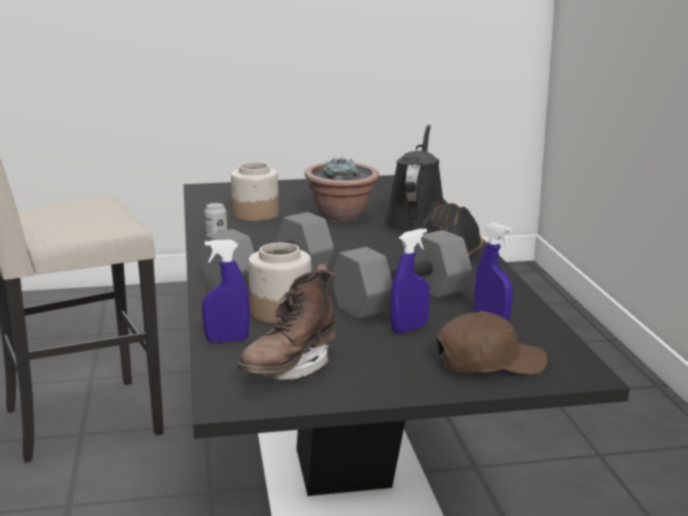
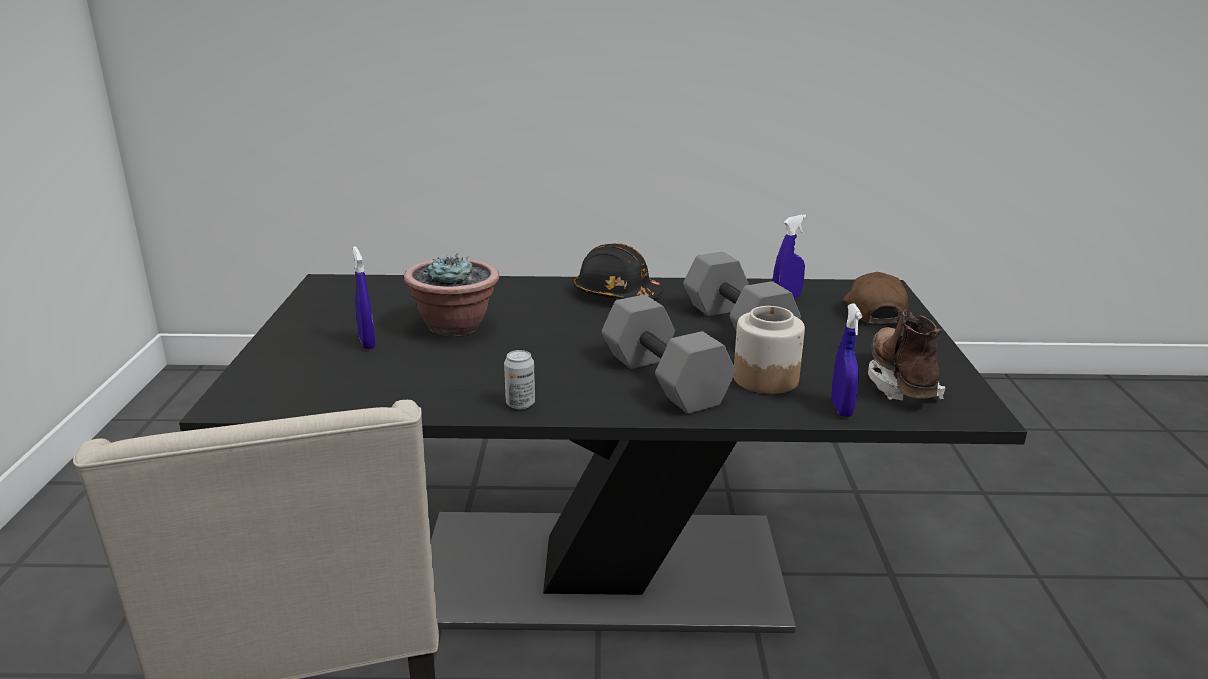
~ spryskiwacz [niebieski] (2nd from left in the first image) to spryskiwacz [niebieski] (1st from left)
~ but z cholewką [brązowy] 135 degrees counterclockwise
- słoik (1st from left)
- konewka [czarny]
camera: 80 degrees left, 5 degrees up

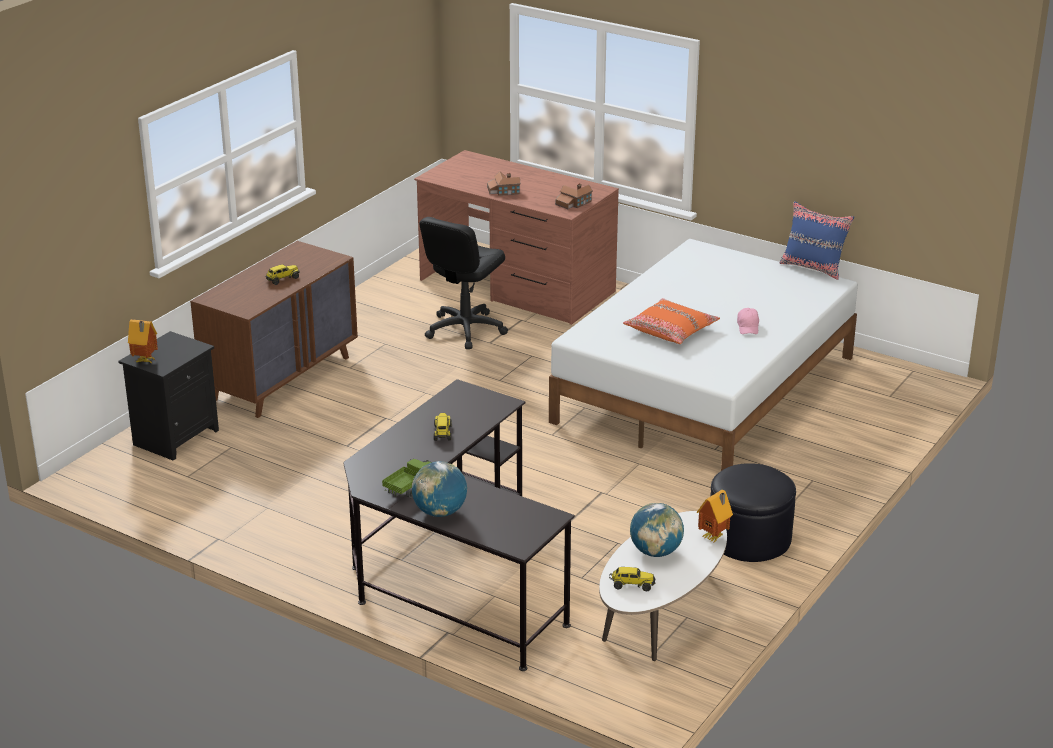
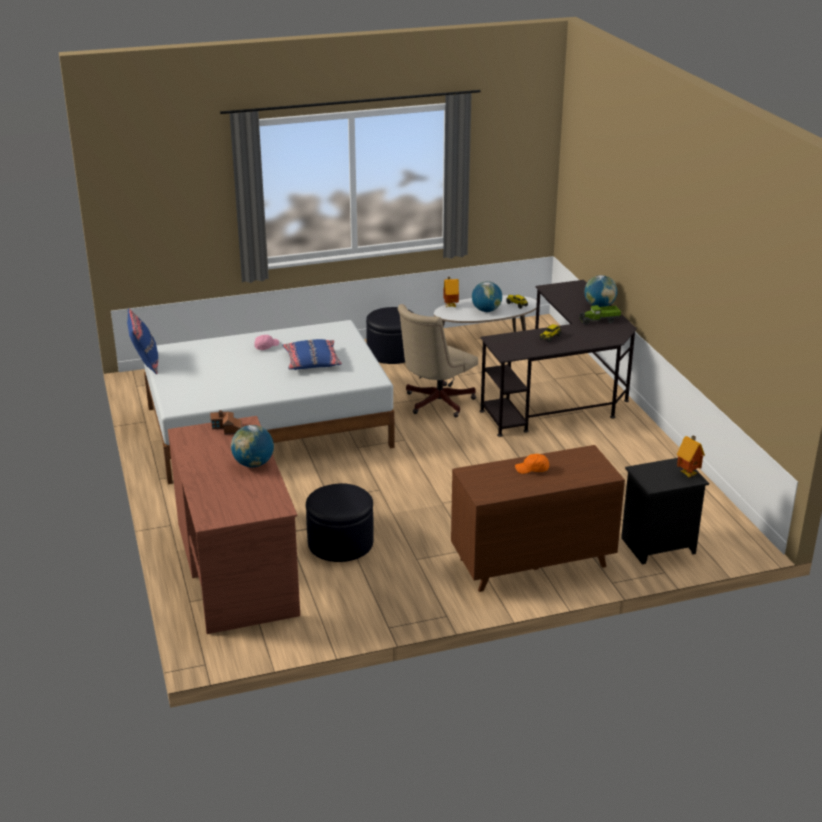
~ domek (2nd from left) to globus (1st from left)
~ poduszka [pomarańczowy] to poduszka [niebieski] (2nd from left)
~ krzesło biurowe [czarny] to pufa [czarny] (1st from left)
+ krzesło biurowe [beżowy]
~ ciężarówka zabawkowa (1st from left) to czapka z daszkiem [pomarańczowy]
camera: 140 degrees left, 0 degrees up

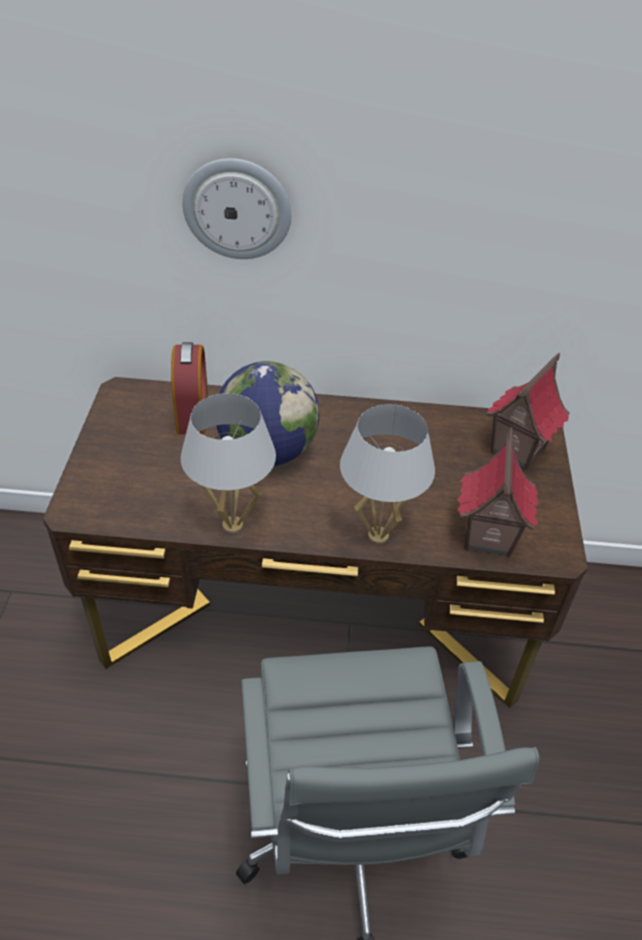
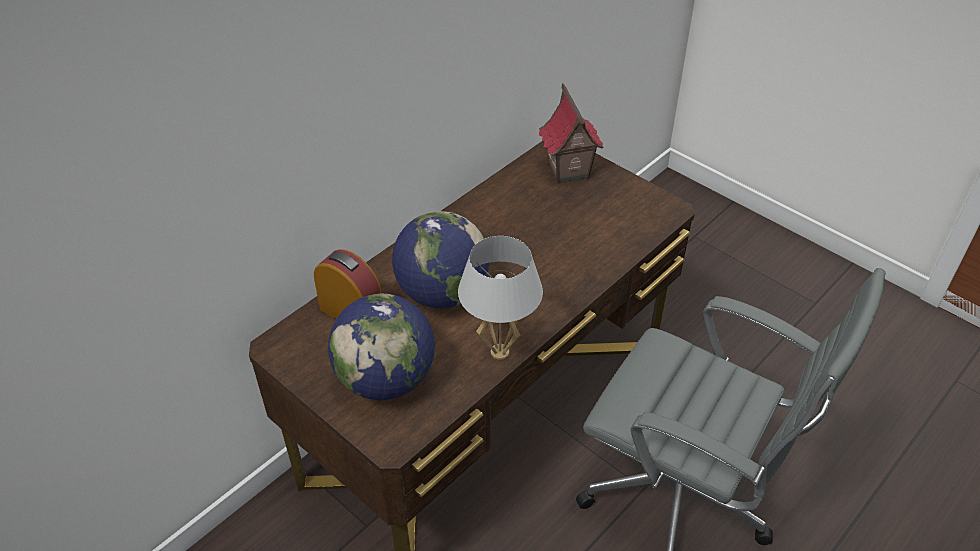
+ globus (1st from left)
- zegar ścienny
- lampa stołowa [biały] (2nd from left)
- domek (1st from left)
camera: 50 degrees left, 0 degrees up

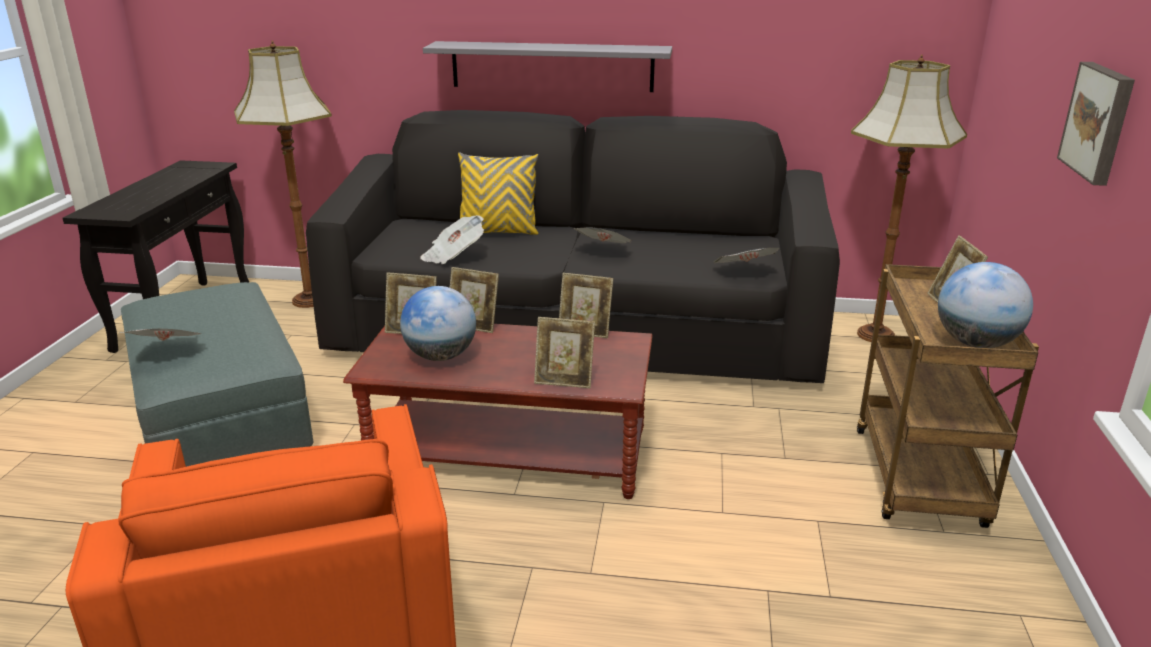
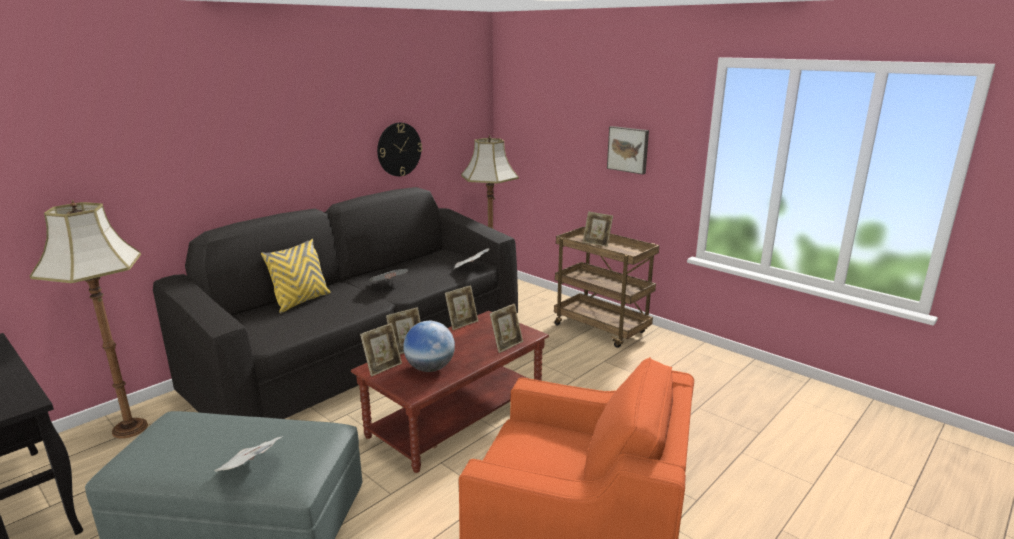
+ zegar ścienny
- gazeta (2nd from left)
- półka [szary]
- globus (2nd from left)
camera: 55 degrees left, 5 degrees down

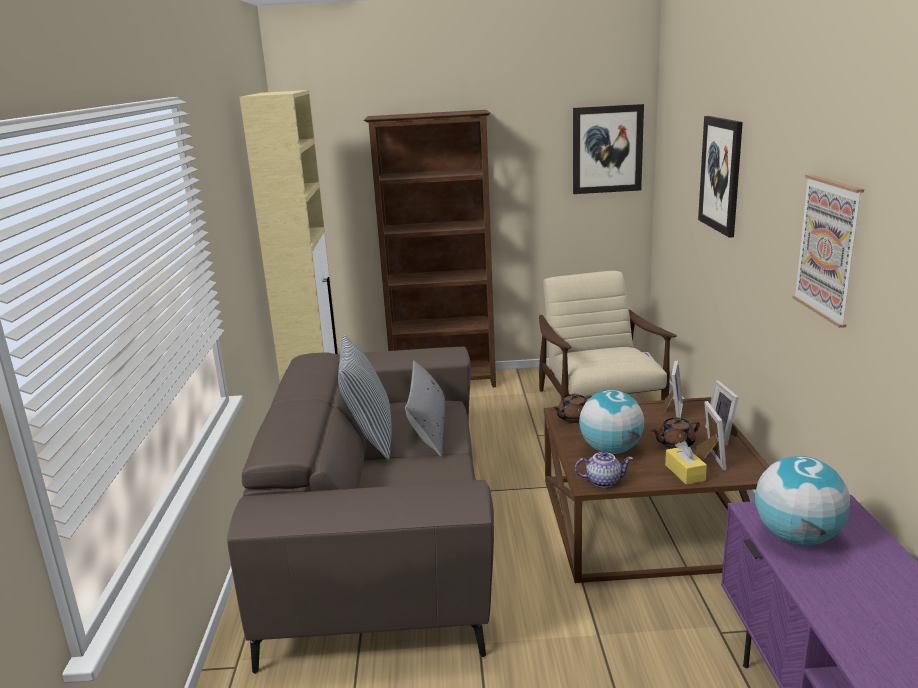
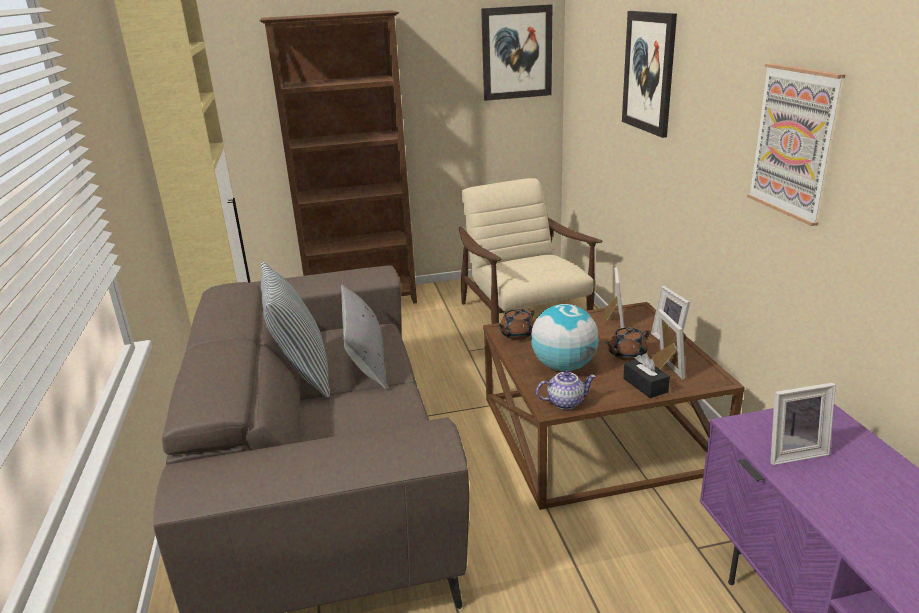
~ pudełko chusteczek [żółty] to pudełko chusteczek [czarny]
~ globus (2nd from left) to ramka na zdjęcie (4th from left)
camera: 10 degrees left, 5 degrees up

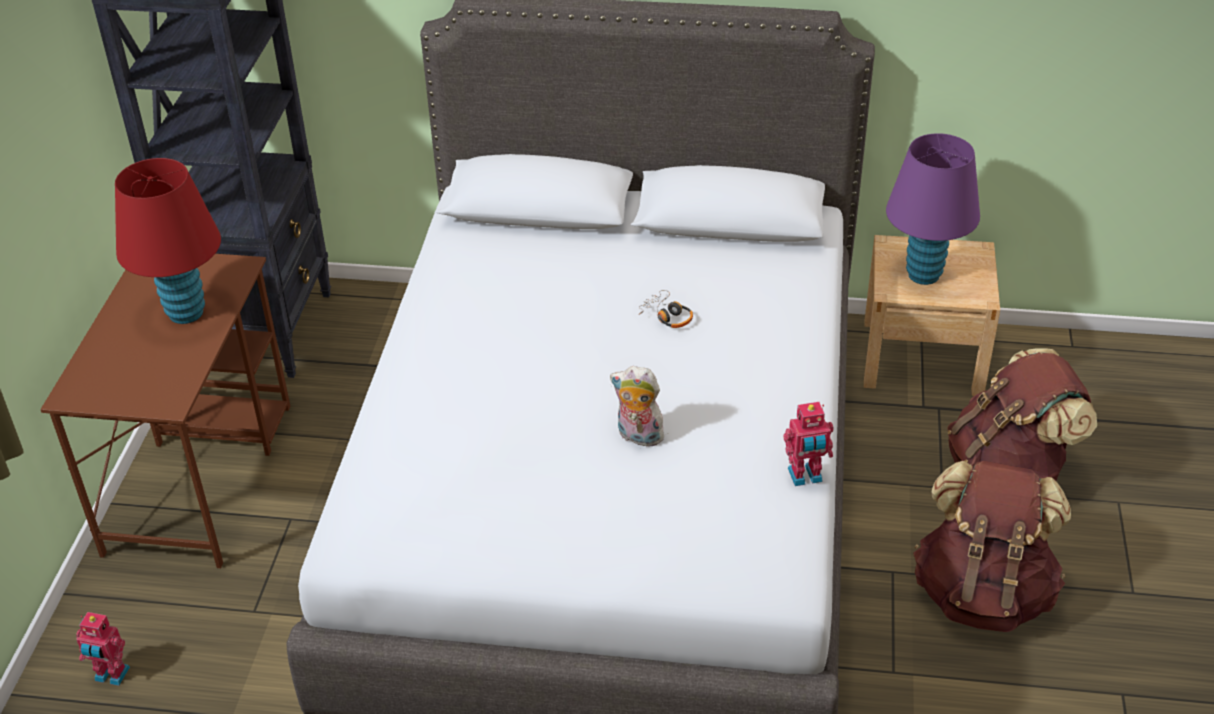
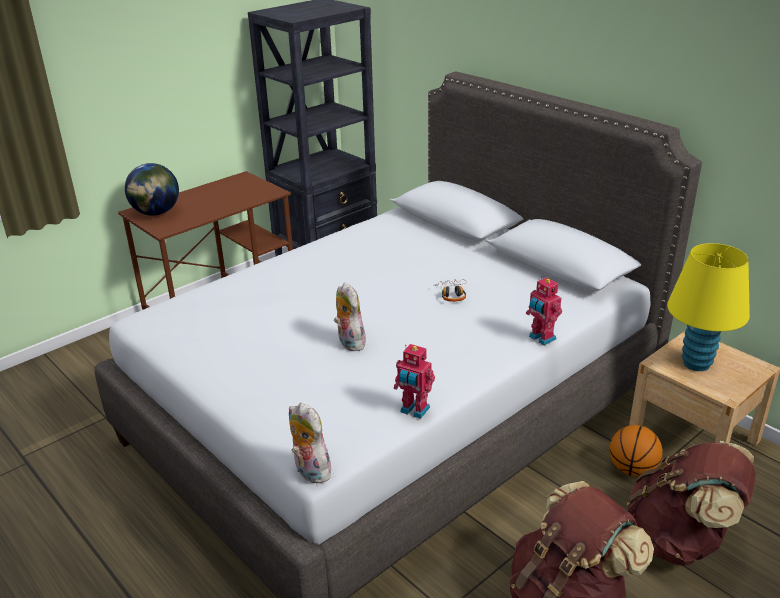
+ globus
+ pluszak (1st from left)
~ robot zabawkowy (1st from left in the first image) to robot zabawkowy (2nd from left)
+ piłka do koszykówki
~ lampa stołowa [fioletowy] to lampa stołowa [żółty]
- lampa stołowa [czerwony]
camera: 40 degrees right, 10 degrees down

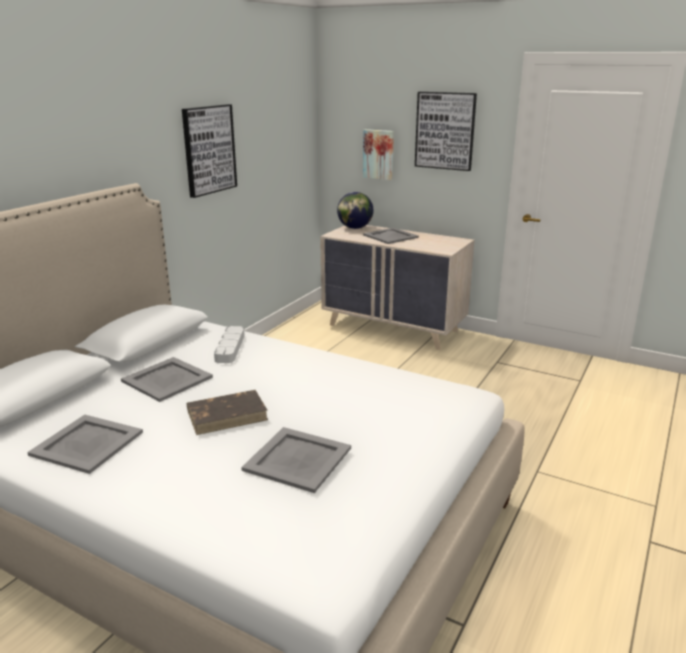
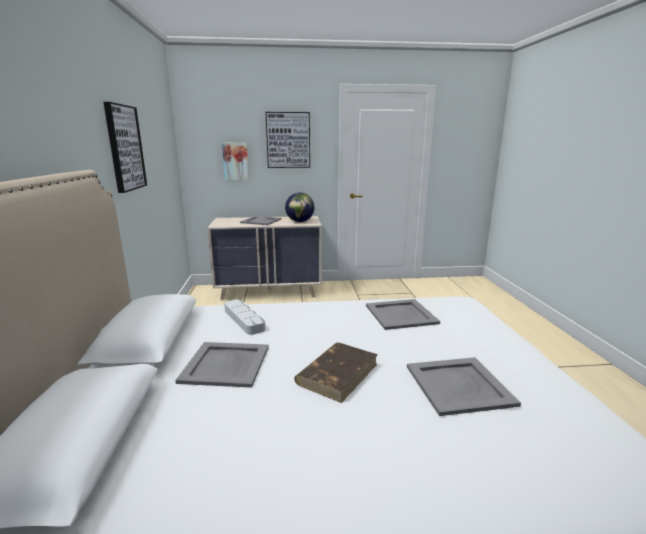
~ globus
~ taca [szary] (1st from left in the first image) to taca [szary] (4th from left)
camera: 35 degrees left, 5 degrees down

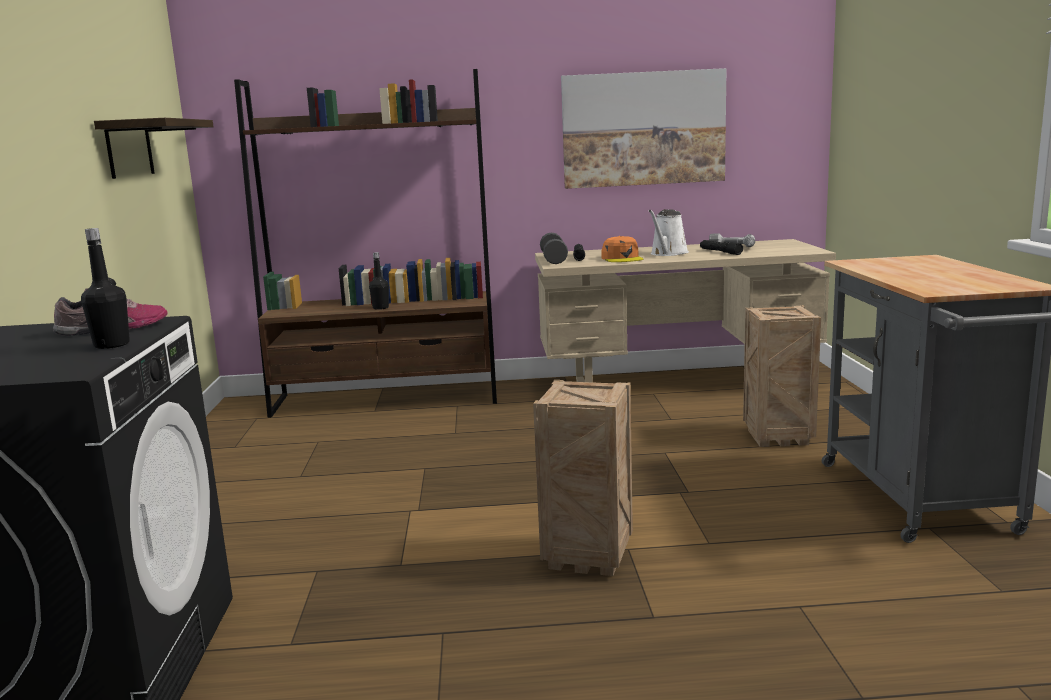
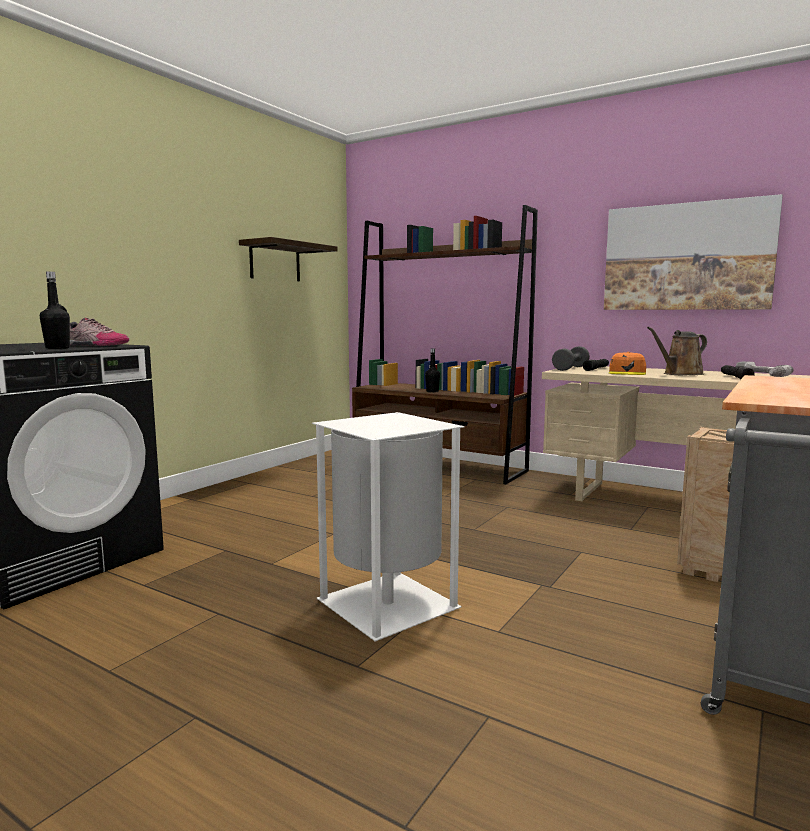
~ skrzynka (1st from left) to kosz na śmieci [biały]
~ konewka [biały] to konewka [brązowy]
camera: 35 degrees right, 5 degrees down

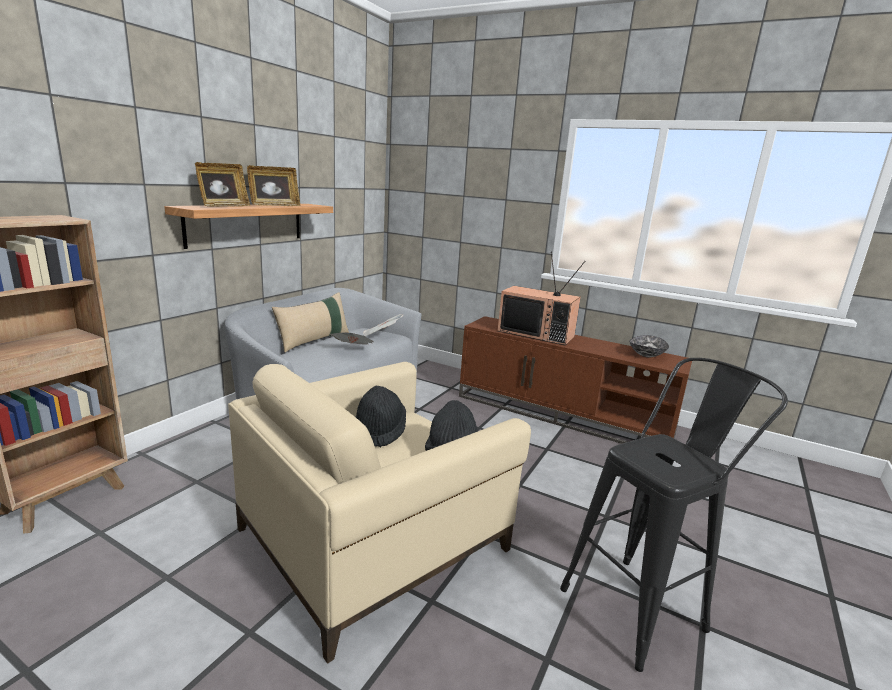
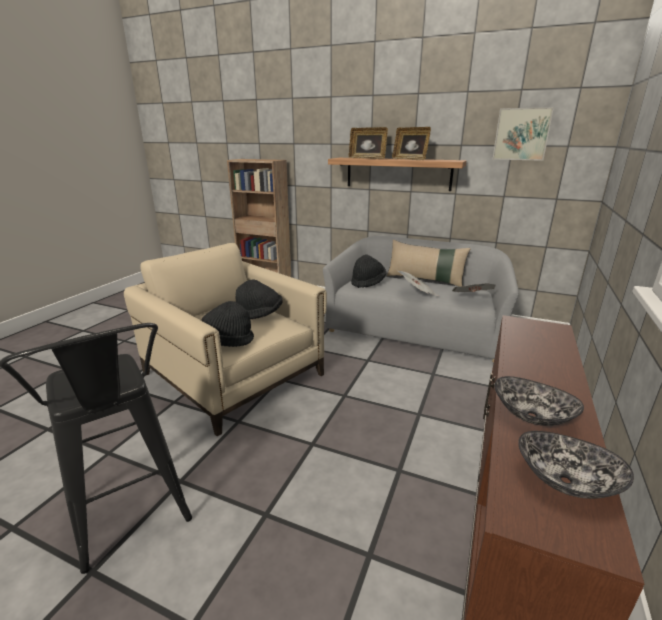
+ kapelusz [czarny] (3rd from left)
+ obraz
+ miska (1st from left)
- telewizor
camera: 85 degrees right, 5 degrees up

